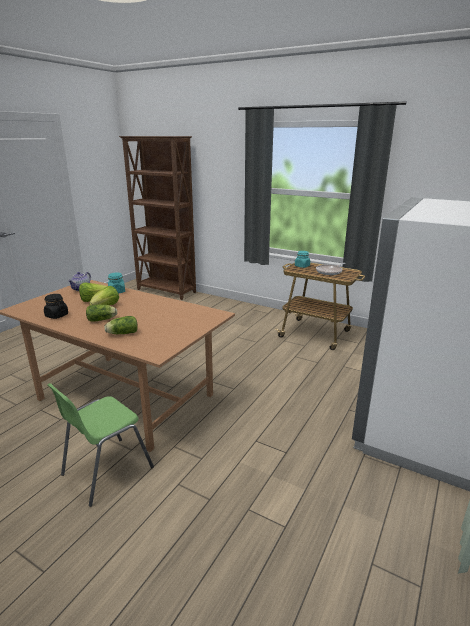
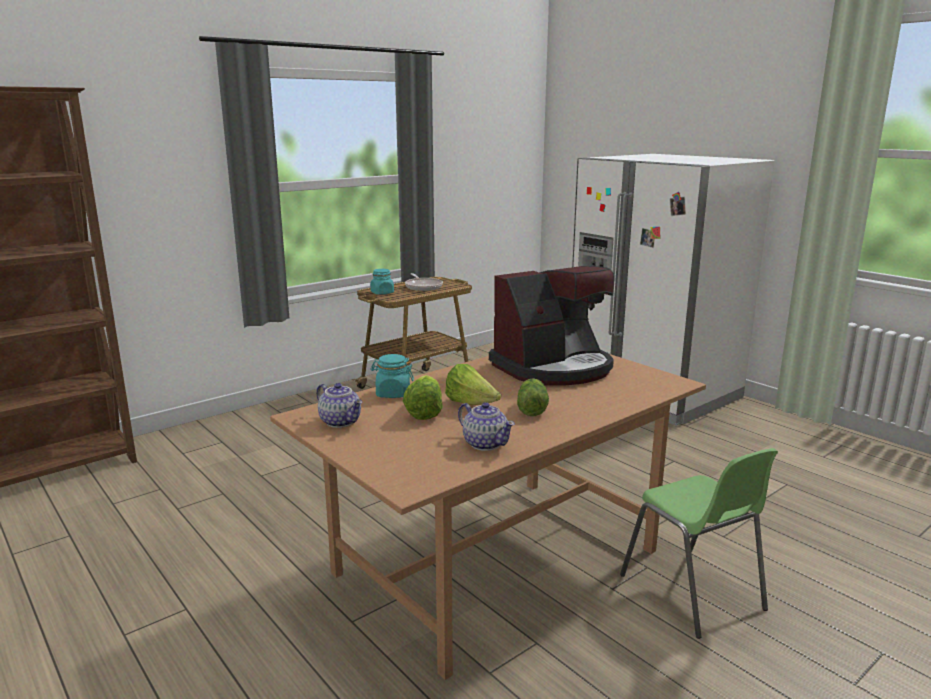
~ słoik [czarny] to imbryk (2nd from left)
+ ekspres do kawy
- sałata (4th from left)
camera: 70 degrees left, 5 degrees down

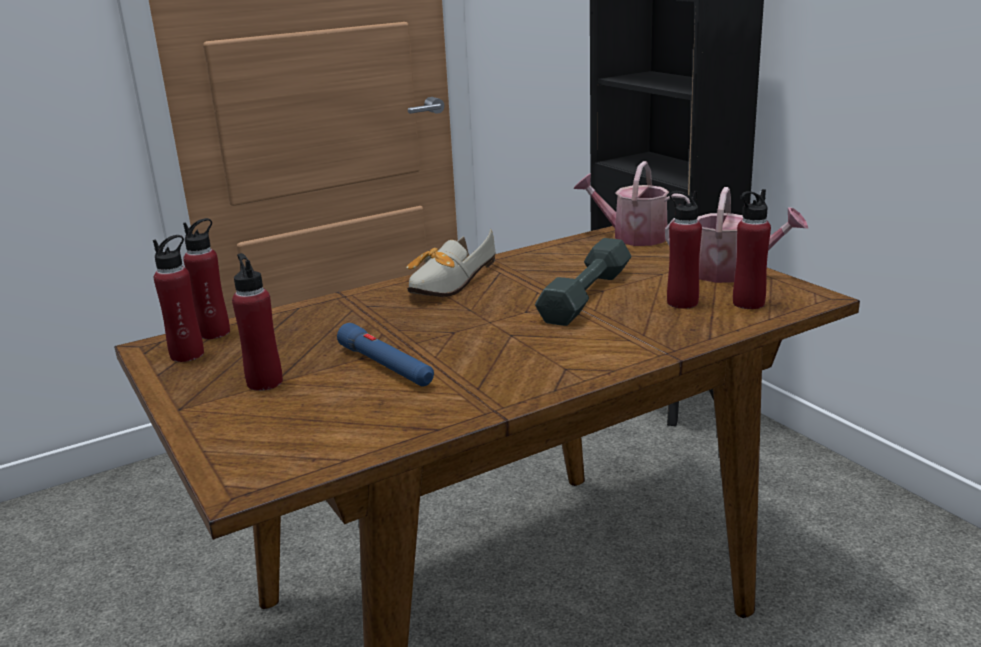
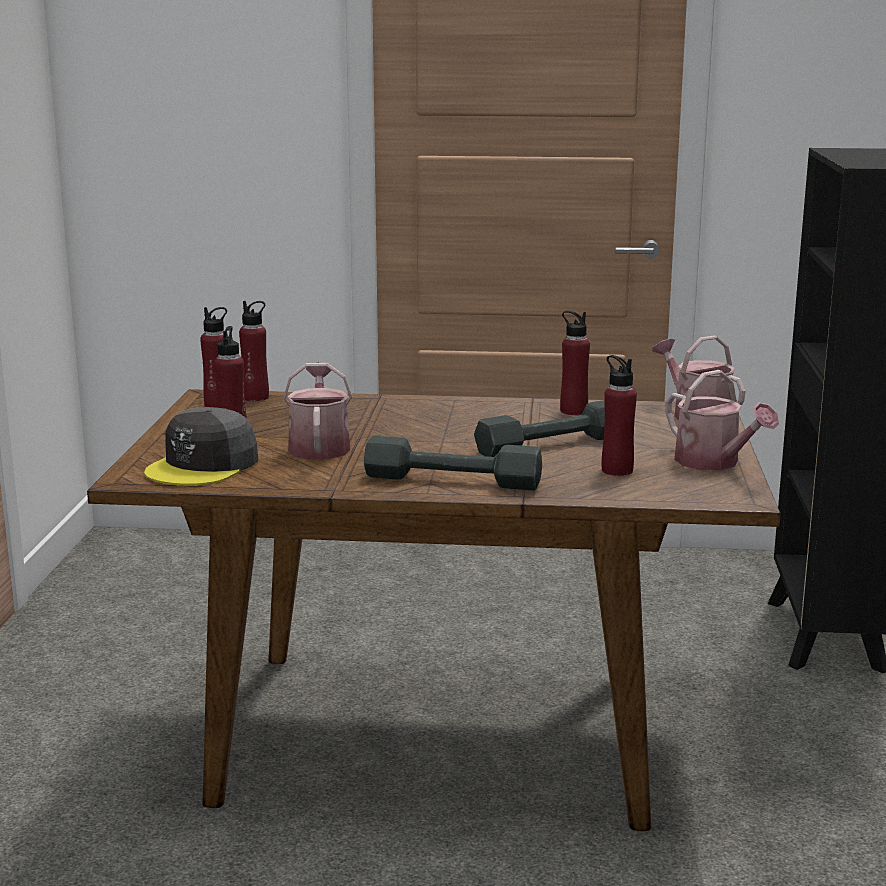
+ czapka z daszkiem [szary]
~ latarka [niebieski] to konewka (1st from left)
+ hantel [szary] (1st from left)
~ butelka [czerwony] (5th from left in the first image) to butelka [czerwony] (4th from left)
- but
camera: 35 degrees right, 5 degrees down

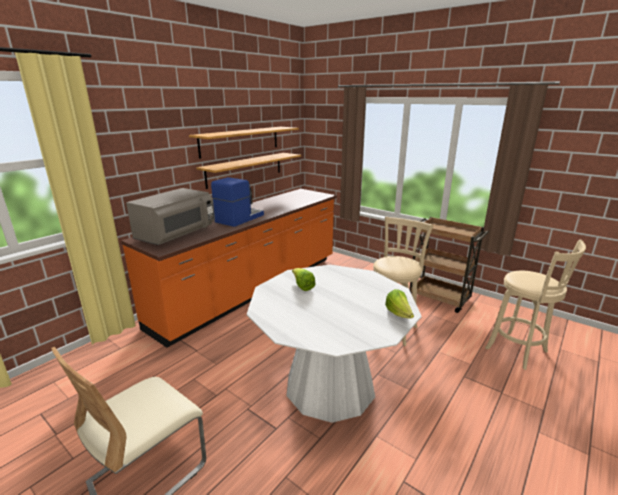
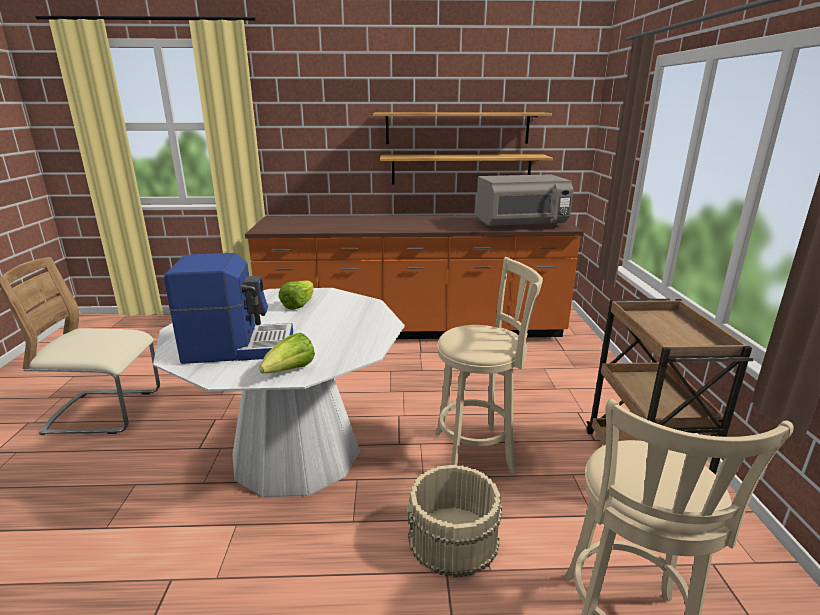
~ ekspres do kawy
+ wiadro [beżowy]
~ mikrofalówka [szary]
camera: 50 degrees right, 0 degrees up

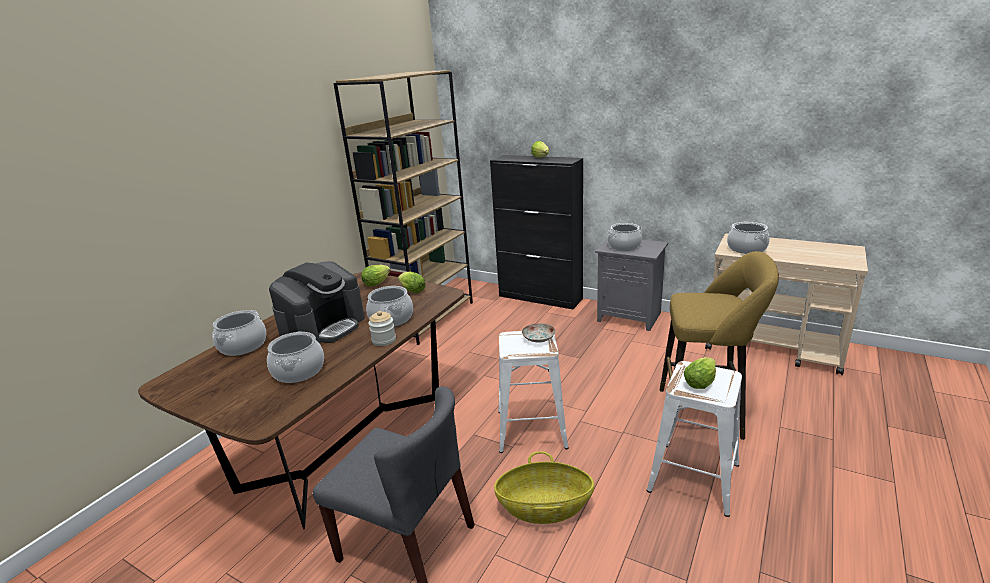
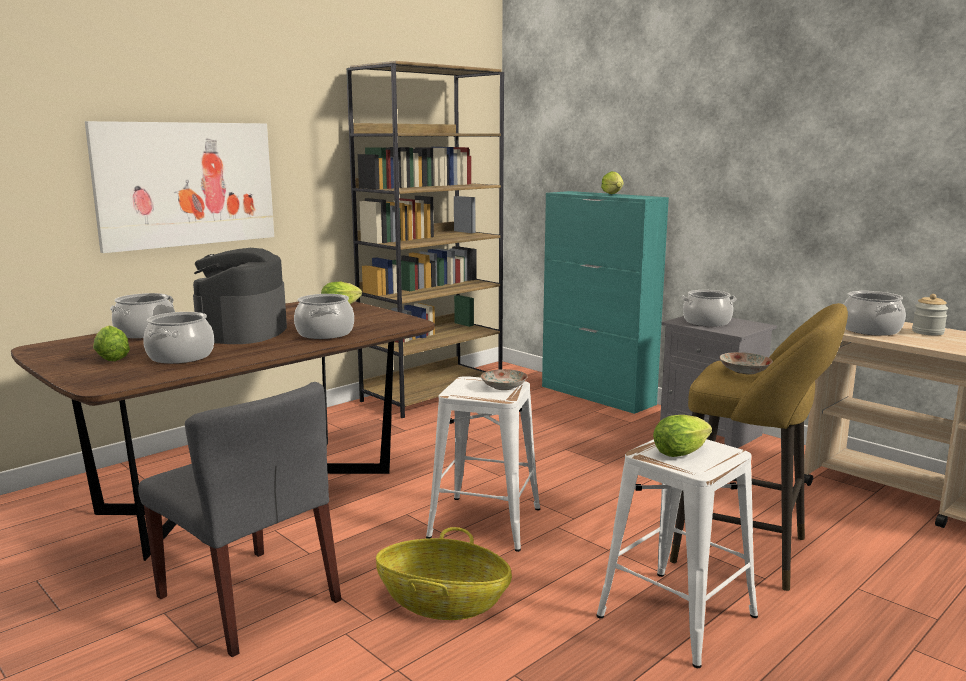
+ obraz
~ sałata (2nd from left in the first image) to sałata (1st from left)
~ ekspres do kawy 135 degrees clockwise
~ szafka [czarny] to szafka [turkusowy]
+ talerz (2nd from left)
~ słoik
camera: 15 degrees right, 10 degrees down

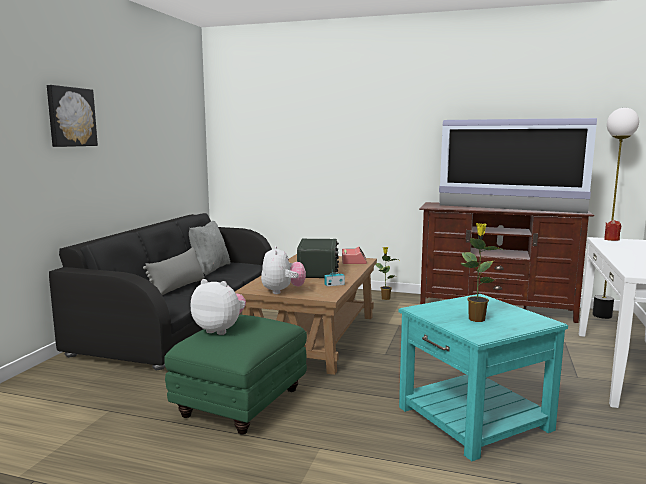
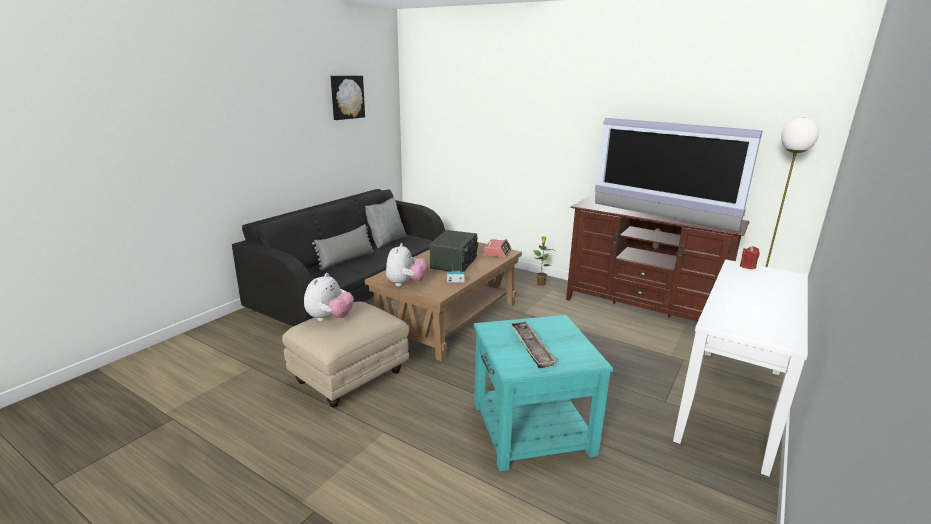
~ pufa [zielony] to pufa [beżowy]
~ pluszak (1st from left) 75 degrees clockwise
~ obraz
~ roślina doniczkowa (2nd from left) to taca
camera: 15 degrees right, 10 degrees up

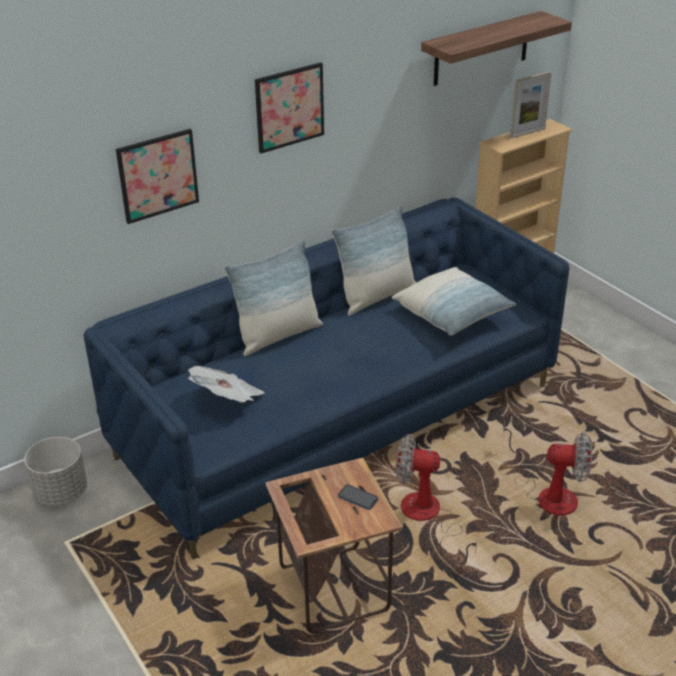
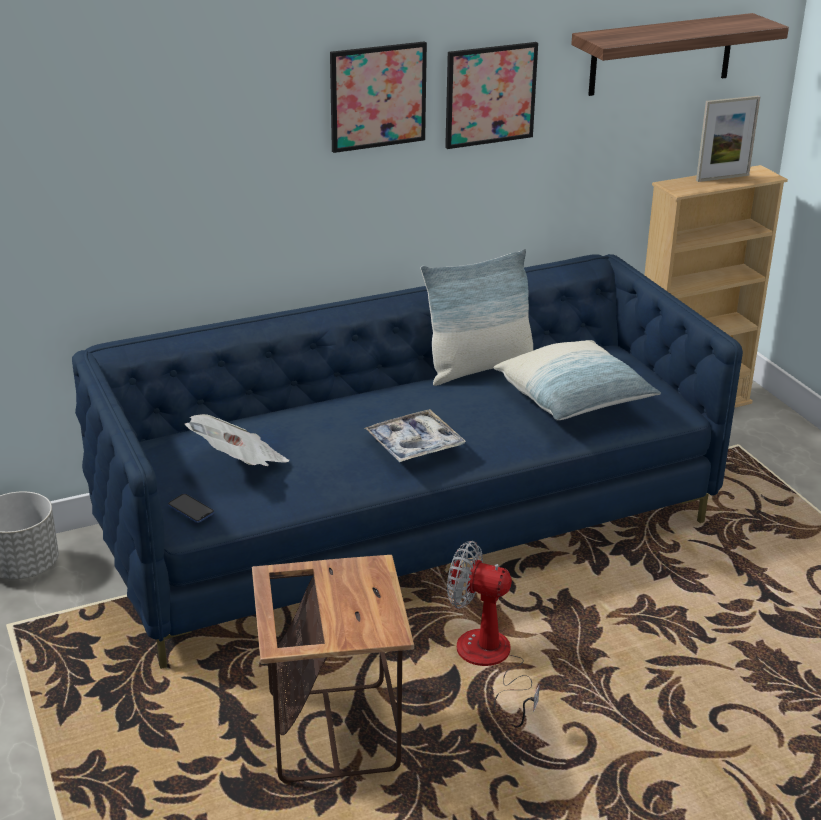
~ telefon
+ taca
~ obraz (1st from left in the first image) to obraz (2nd from left)
- poduszka (1st from left)
- wentylator (2nd from left)
camera: 10 degrees right, 5 degrees down

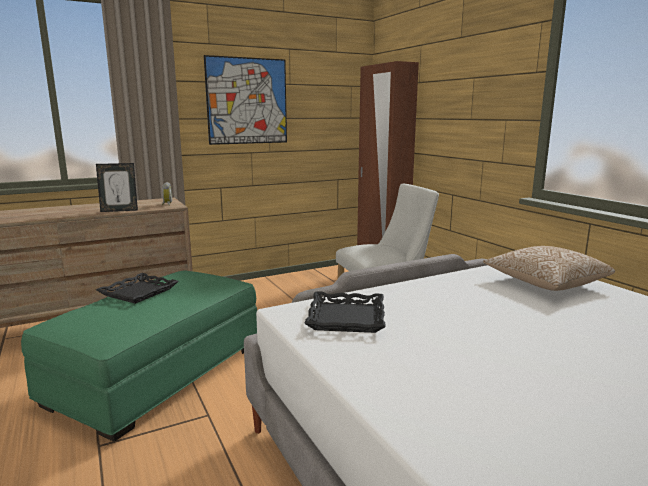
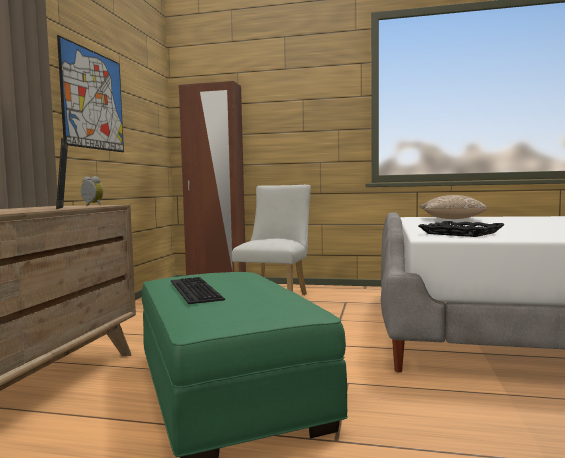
~ ramka na zdjęcie 135 degrees clockwise
~ taca [czarny] (1st from left) to klawiatura
camera: 50 degrees left, 10 degrees down

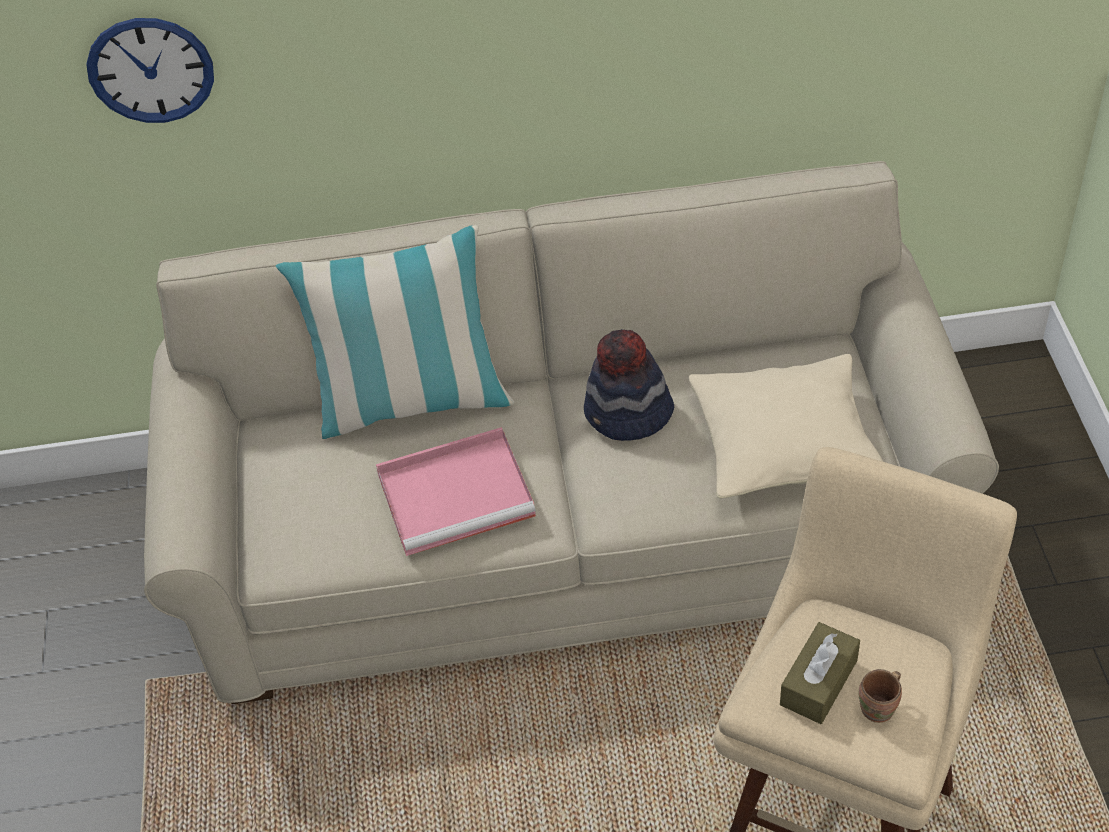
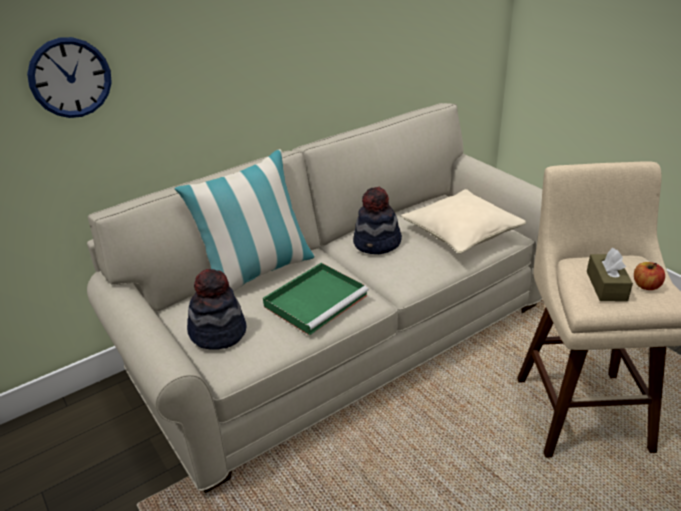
+ kapelusz (1st from left)
~ taca [różowy] to taca [zielony]
~ kubek [brązowy] to jabłko
camera: 30 degrees left, 15 degrees down

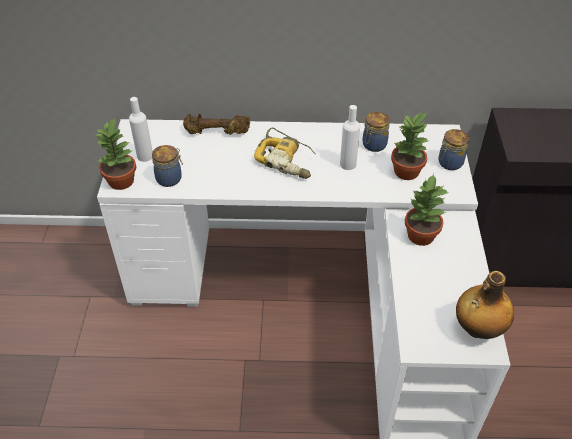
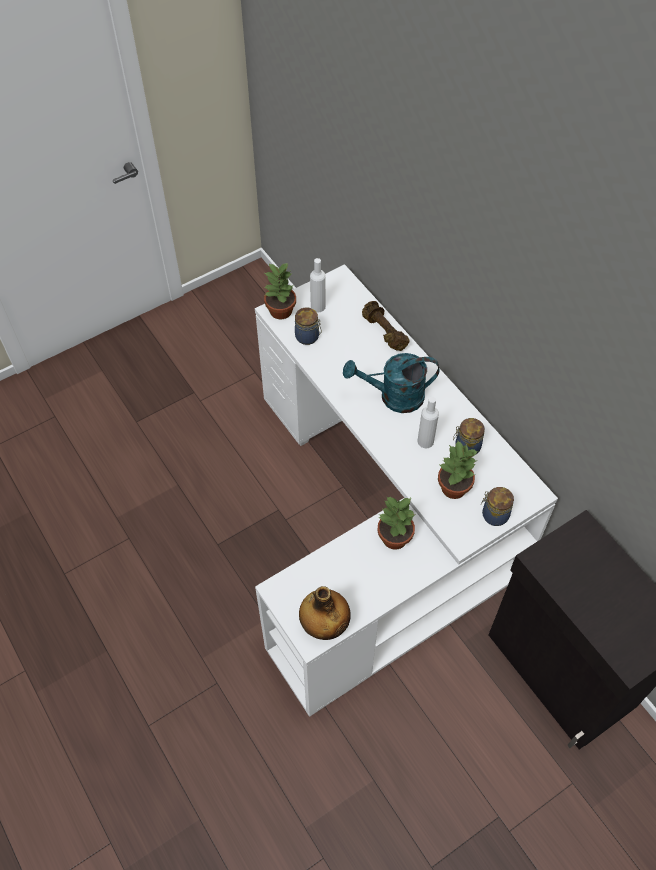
~ wiertarka to konewka [turkusowy]
camera: 55 degrees right, 10 degrees up

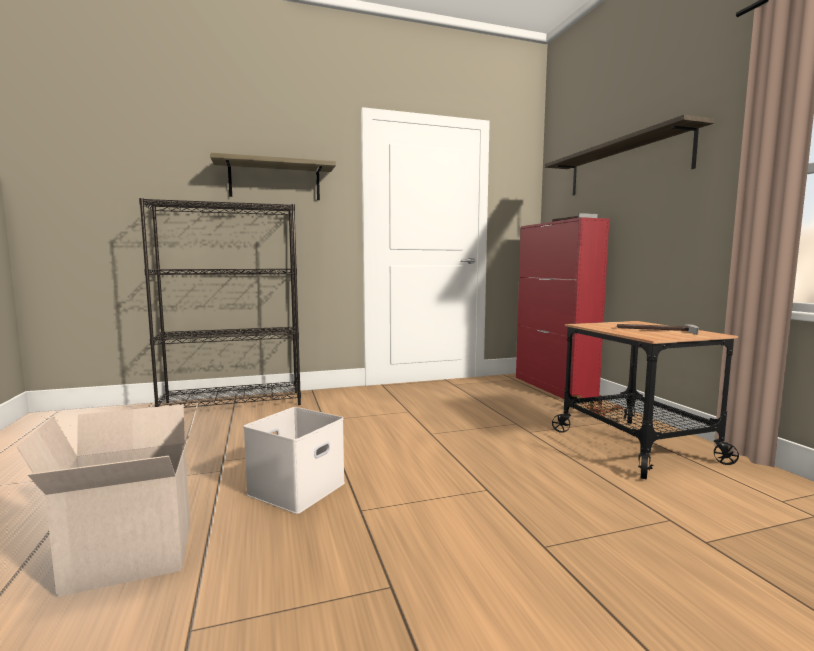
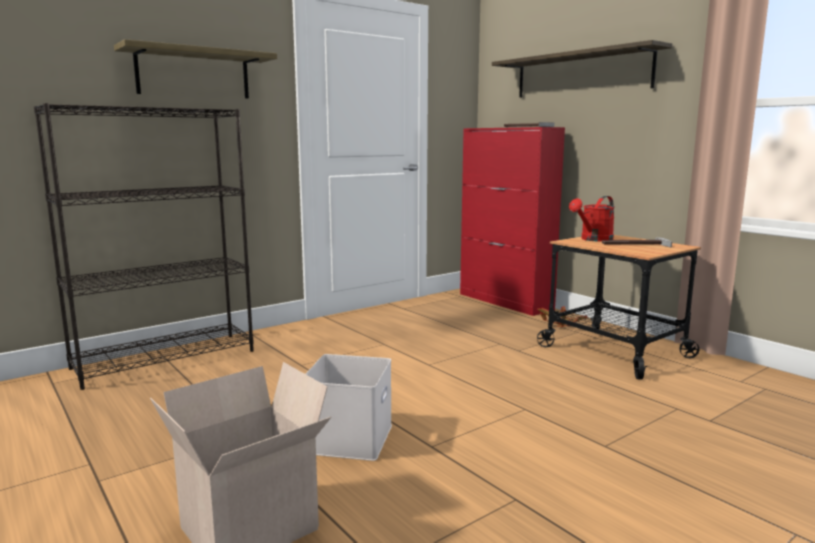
+ konewka [czerwony]
camera: 20 degrees left, 5 degrees up

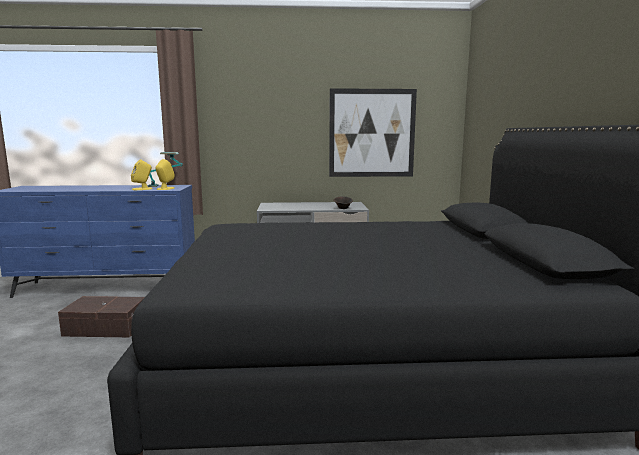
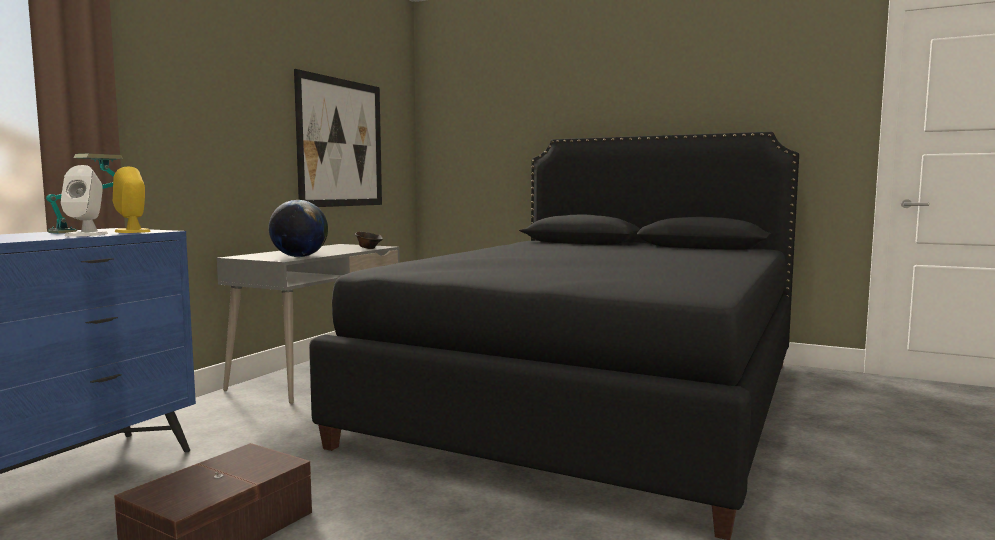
~ głośnik [żółty] (1st from left) to głośnik [biały]
+ globus
camera: 60 degrees left, 5 degrees down

